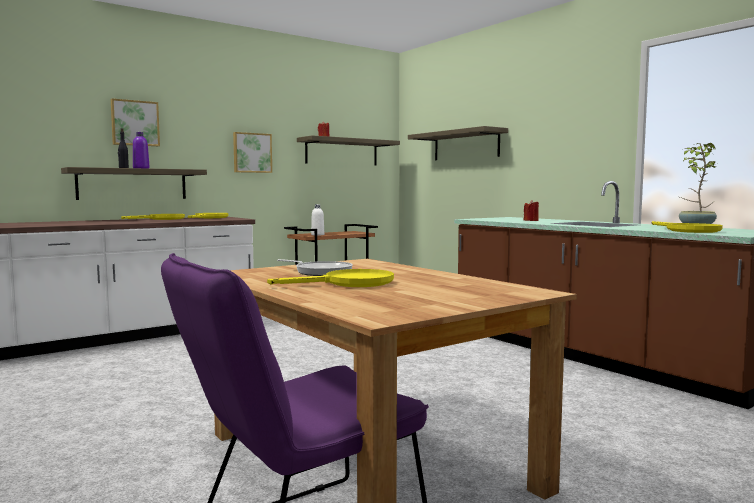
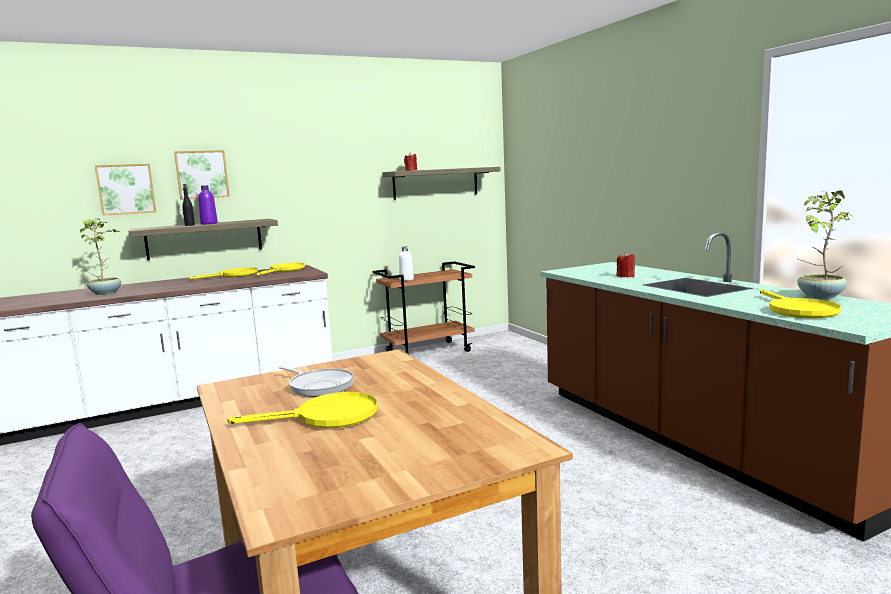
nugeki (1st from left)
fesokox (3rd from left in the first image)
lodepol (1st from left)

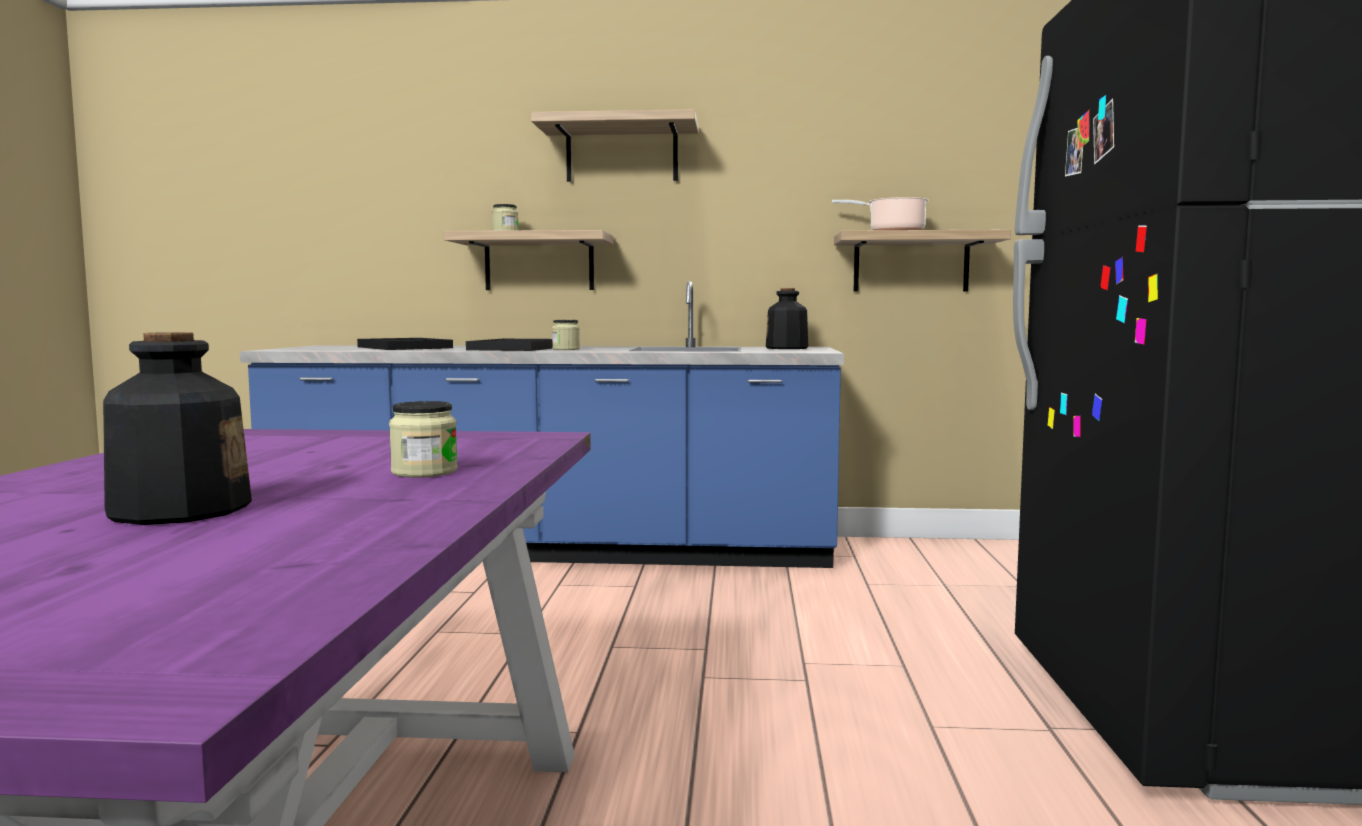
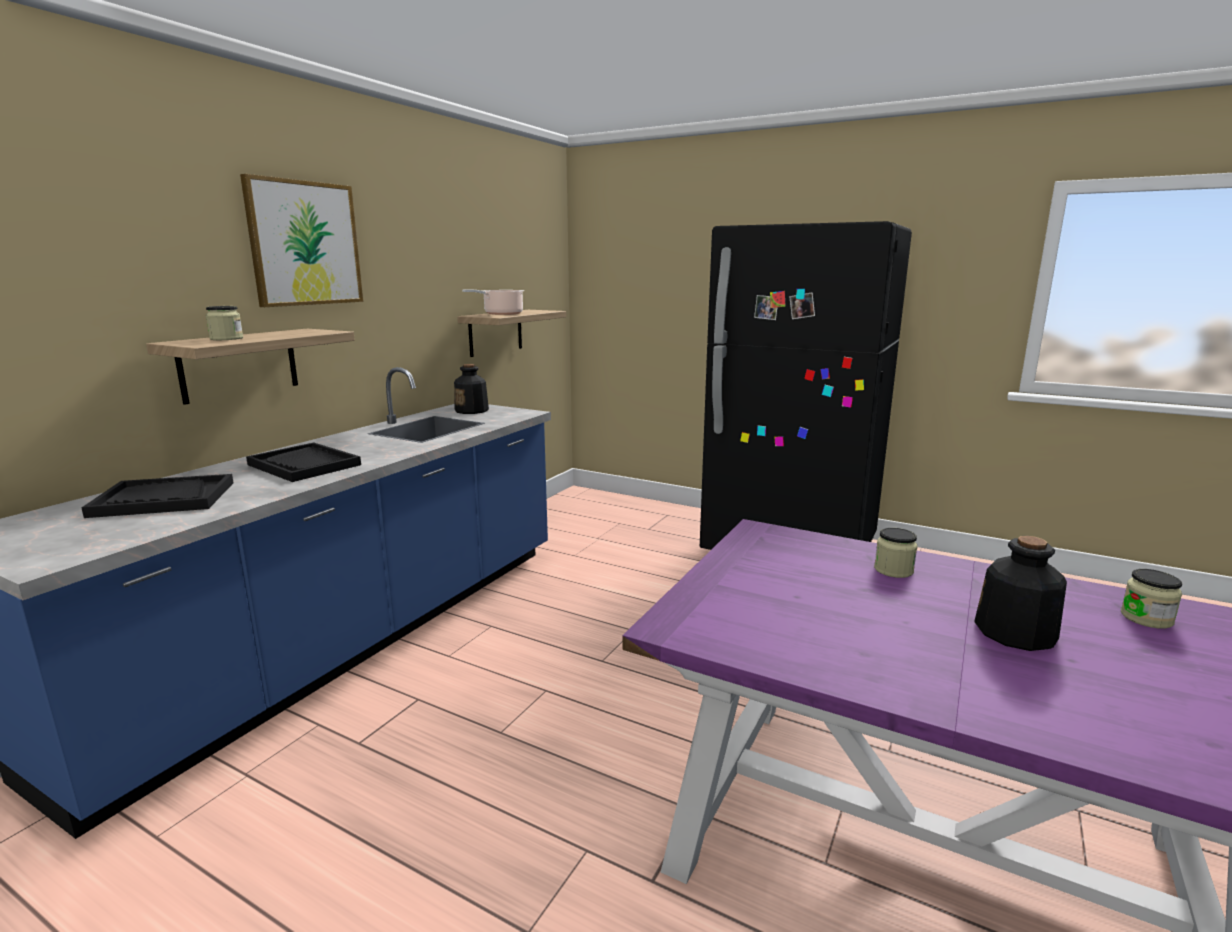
nugeki
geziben (3rd from left)

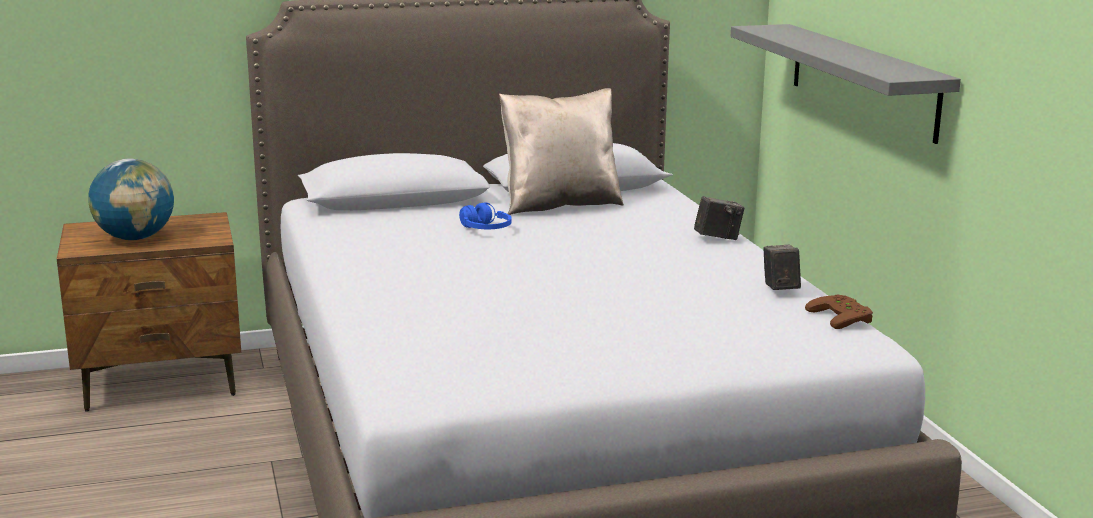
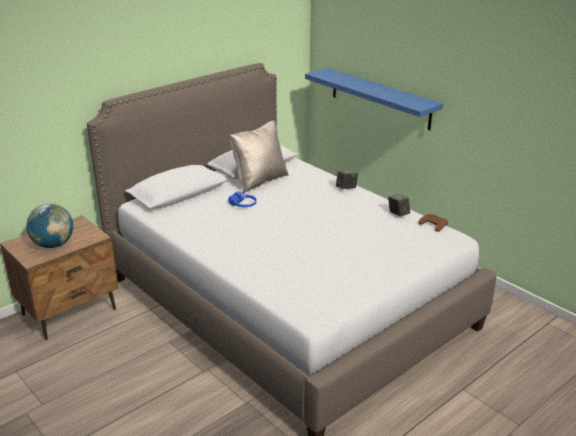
fesokox (blue)

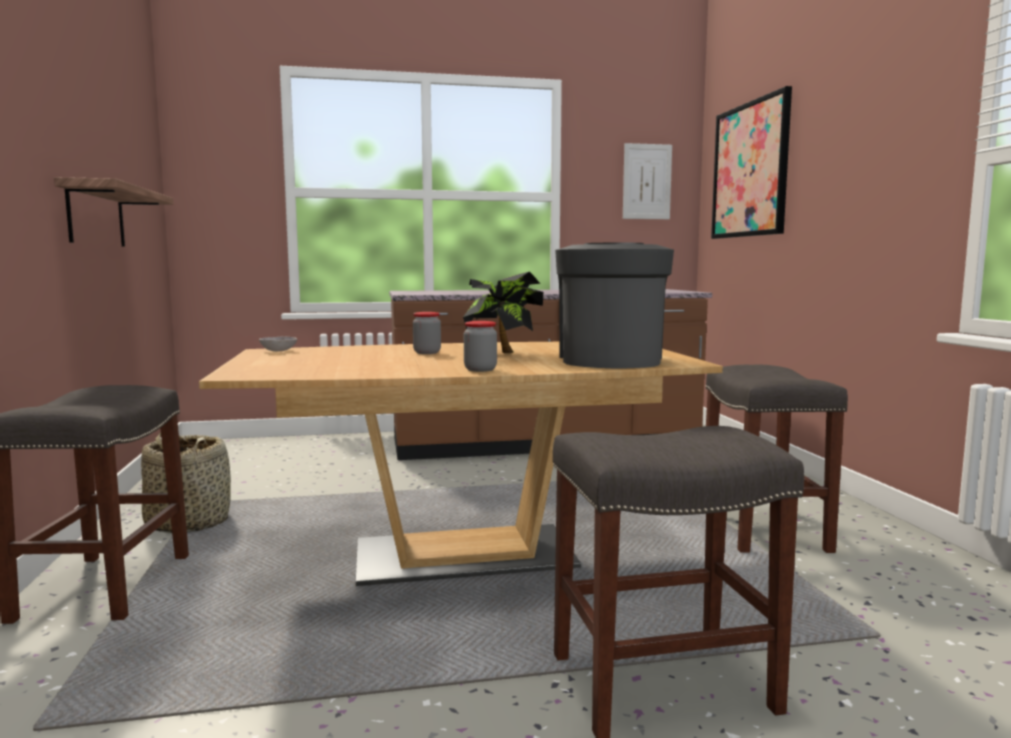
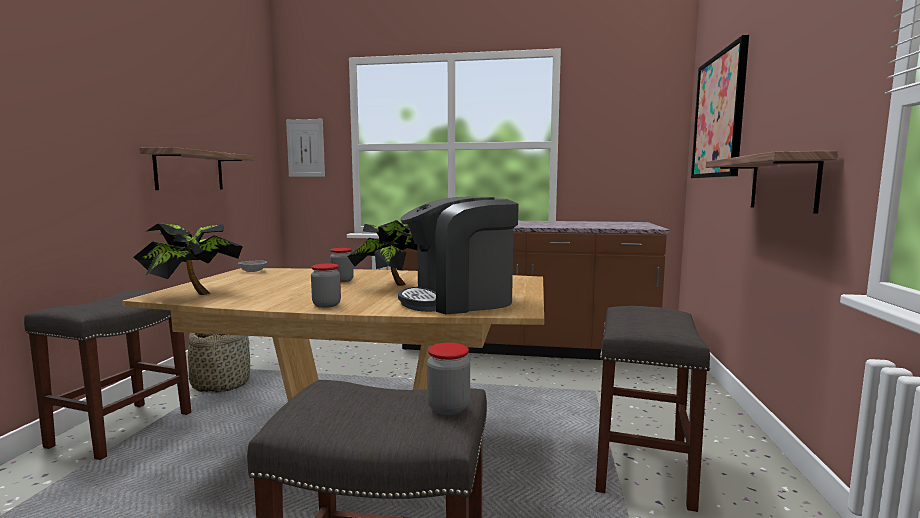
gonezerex
nugeki (1st from left)
lodepol (1st from left)
geziben (3rd from left)
fesokox (2nd from left)

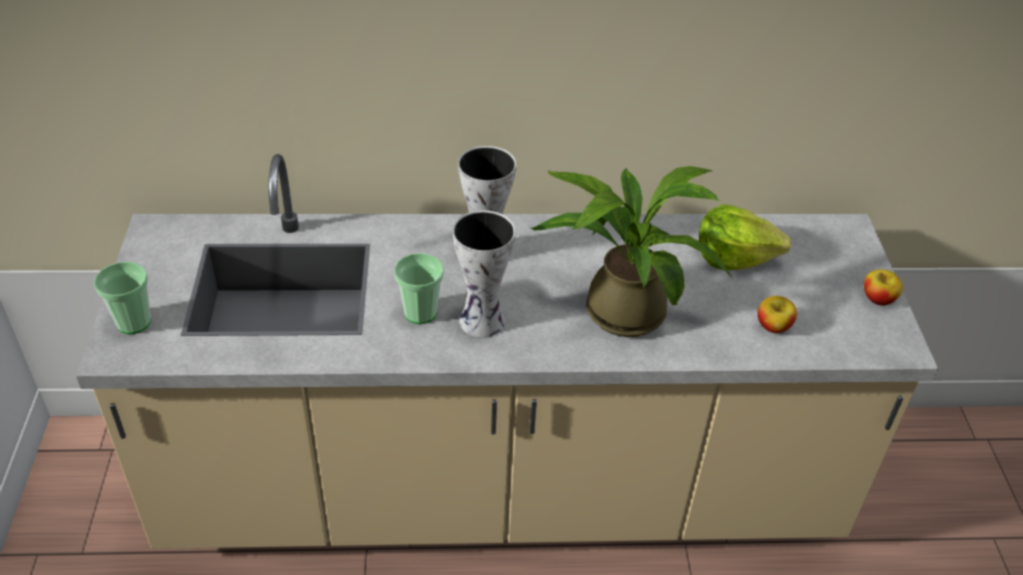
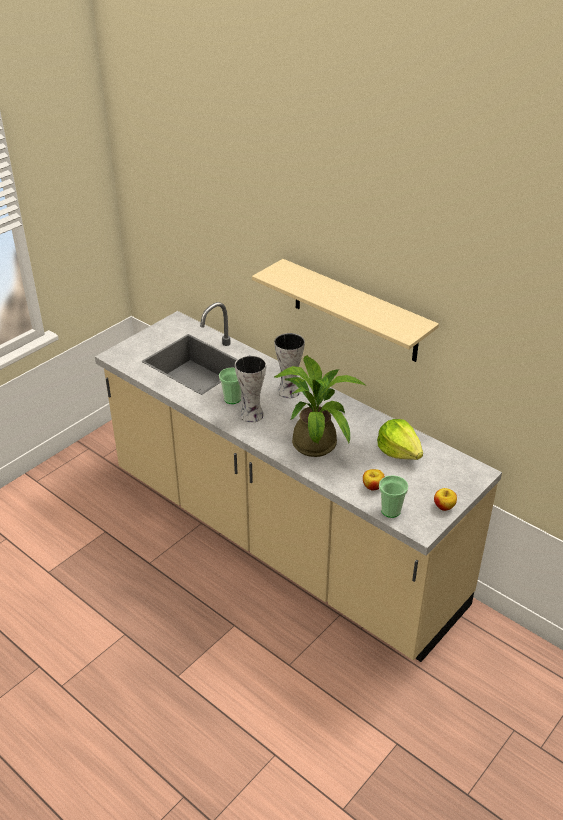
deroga (2nd from left)
fesokox (beige)

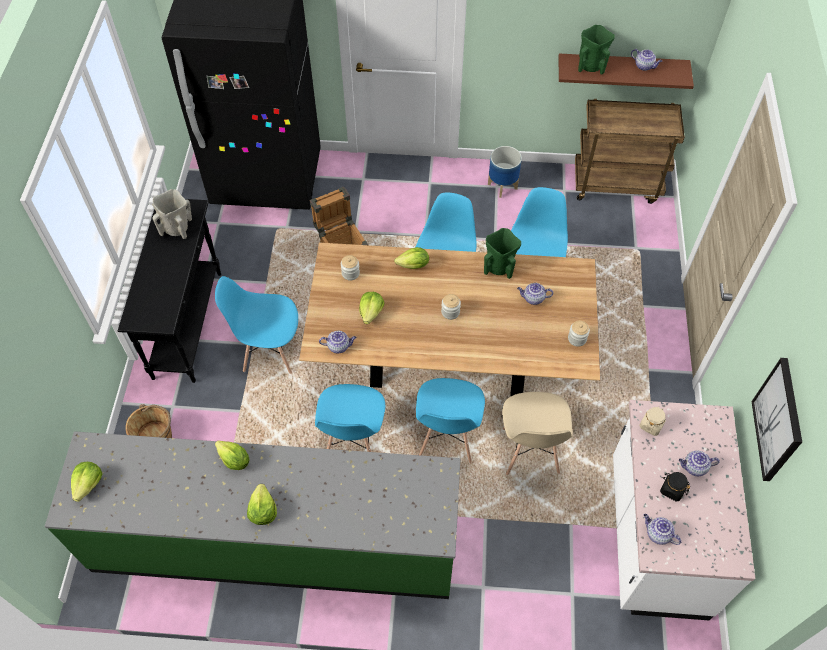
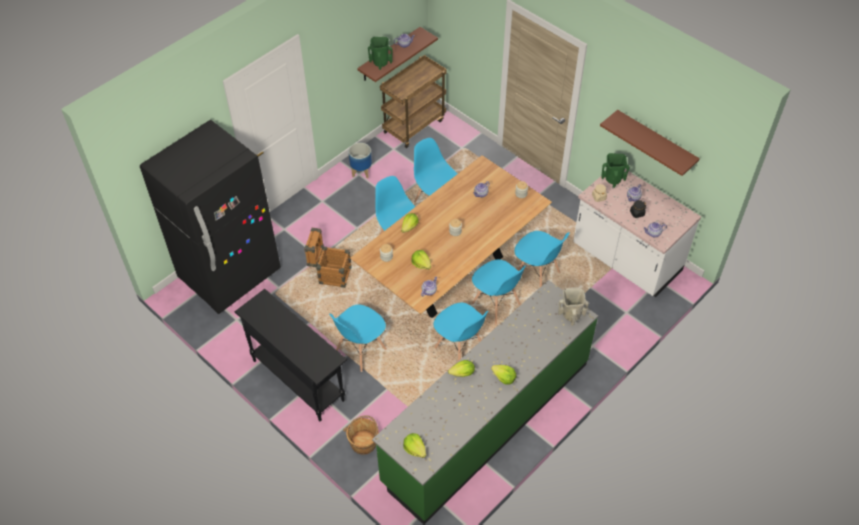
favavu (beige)
favavu (green) (2nd from left)
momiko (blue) (6th from left)
fesokox (brown) (2nd from left)

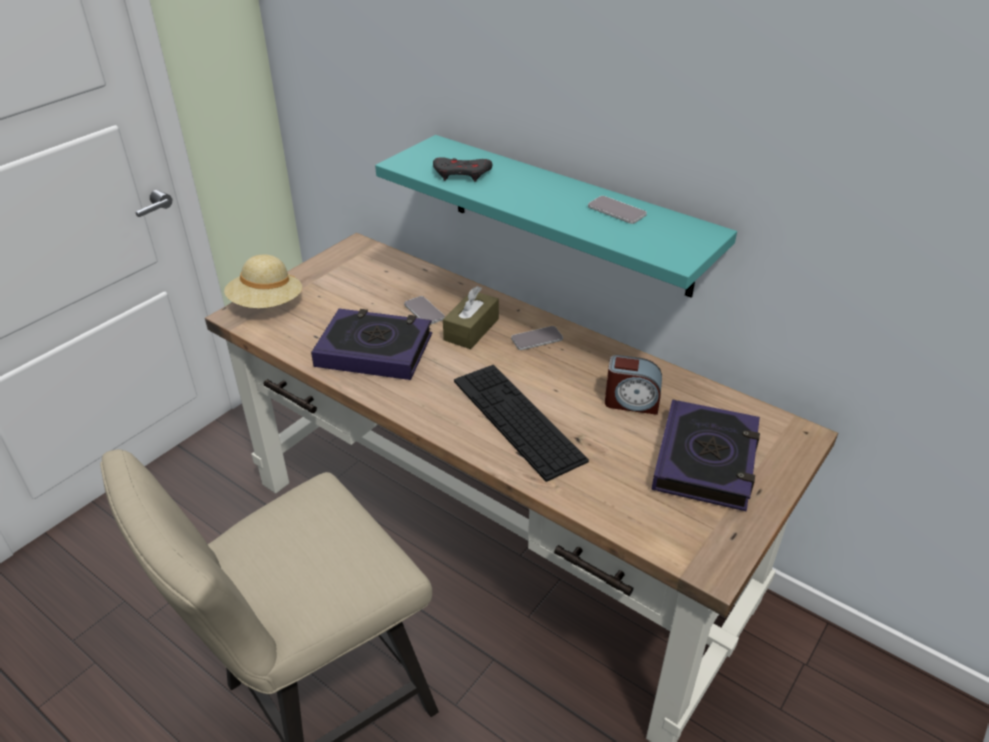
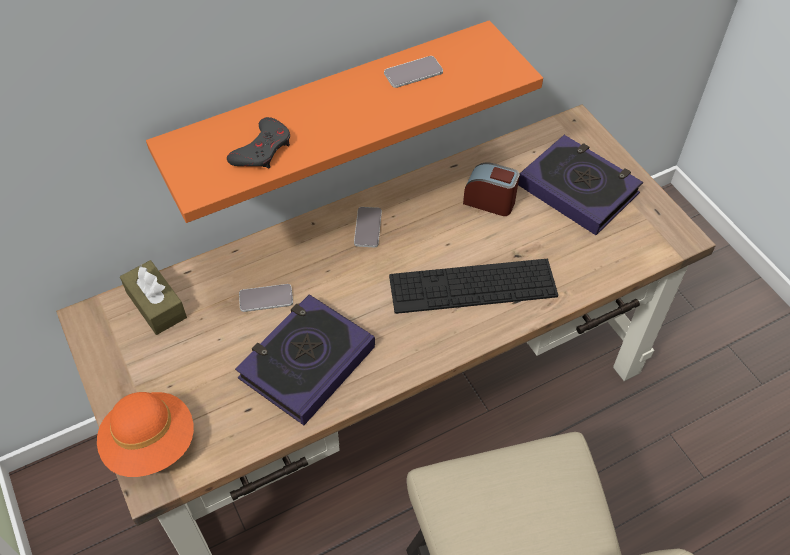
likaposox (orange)
fesokox (orange)
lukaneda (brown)
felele

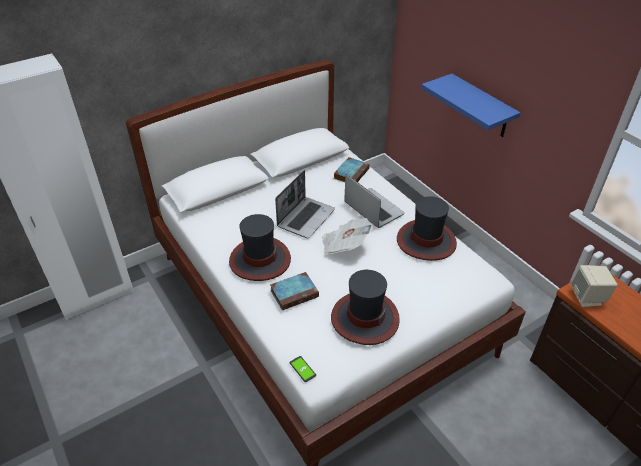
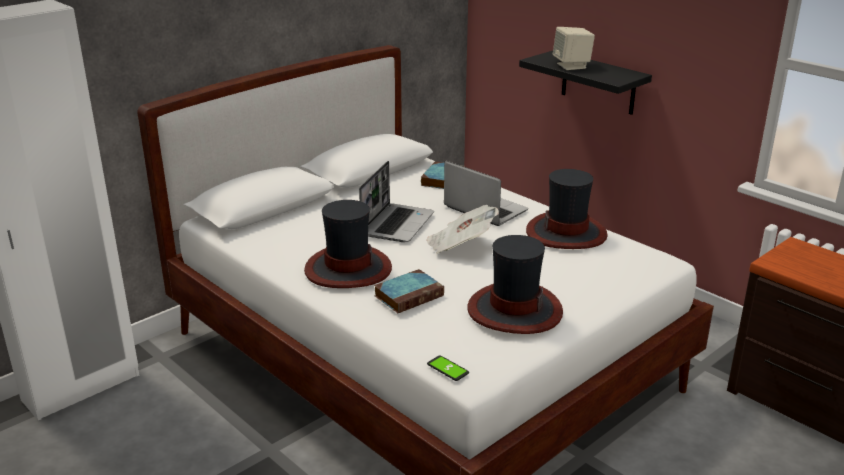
fesokox (black)
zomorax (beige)

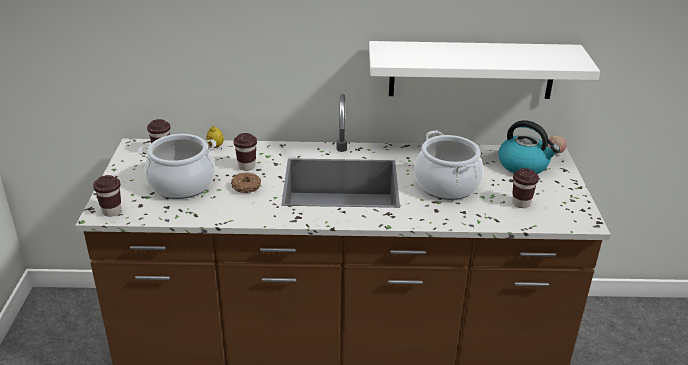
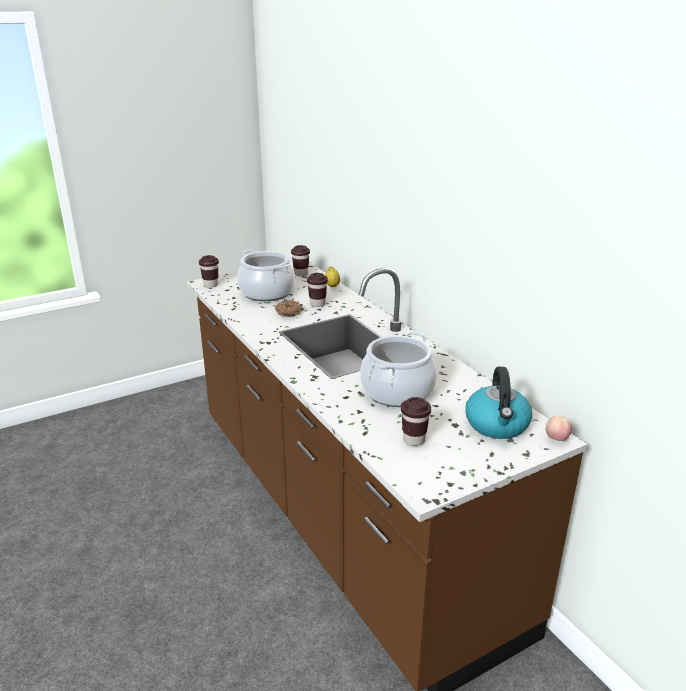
fesokox (white)

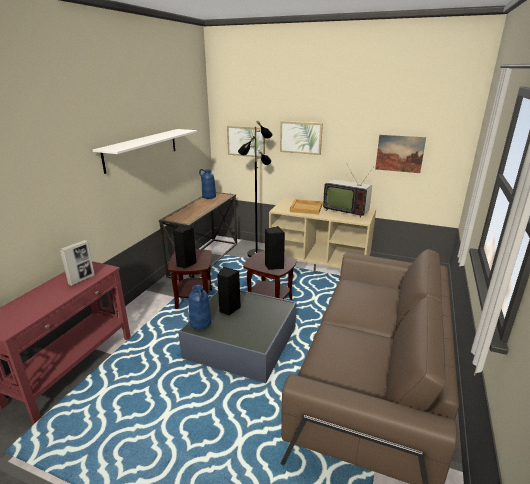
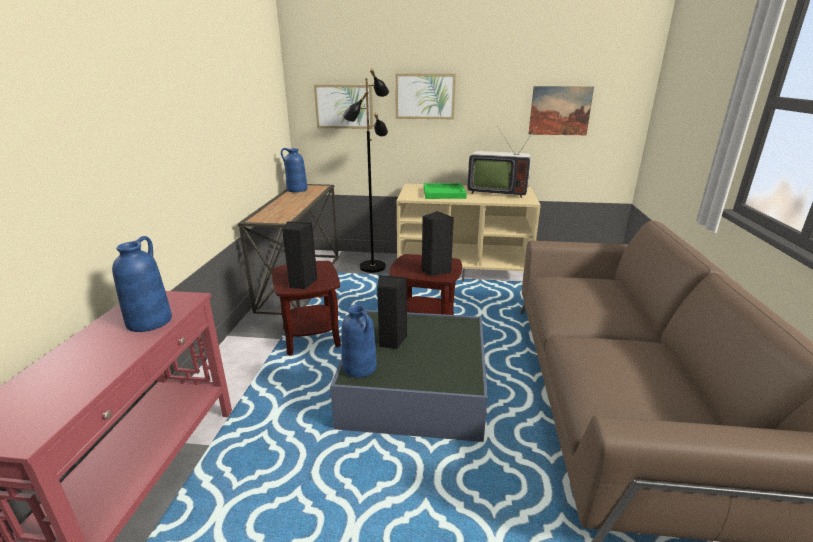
favavu (blue) (1st from left)
fesokox (white)
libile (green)

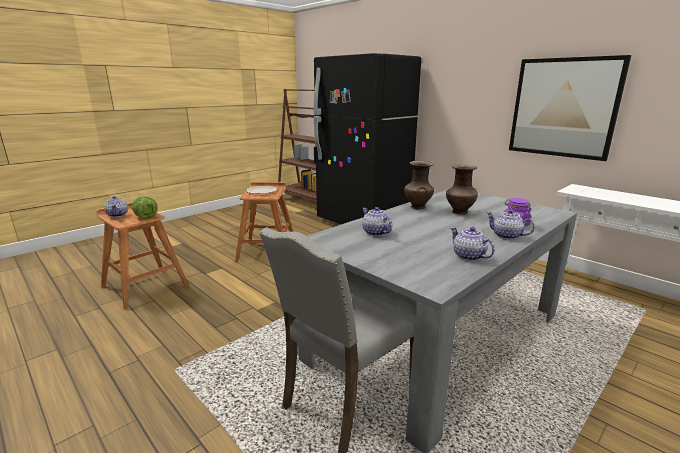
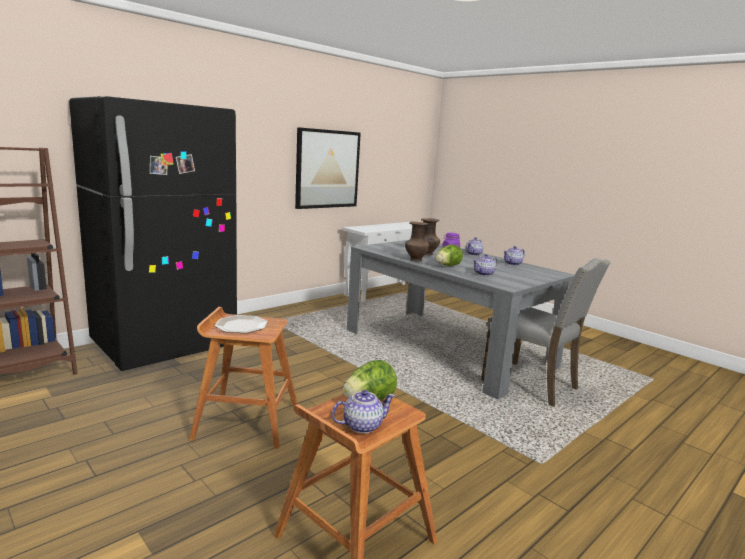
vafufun (2nd from left)

